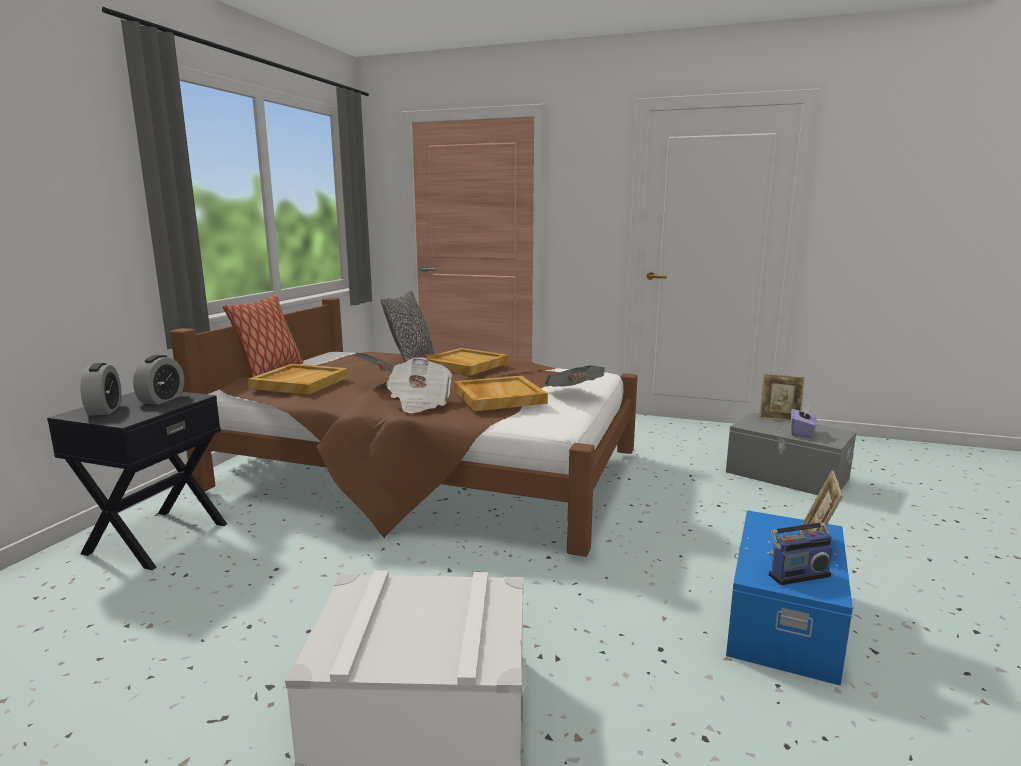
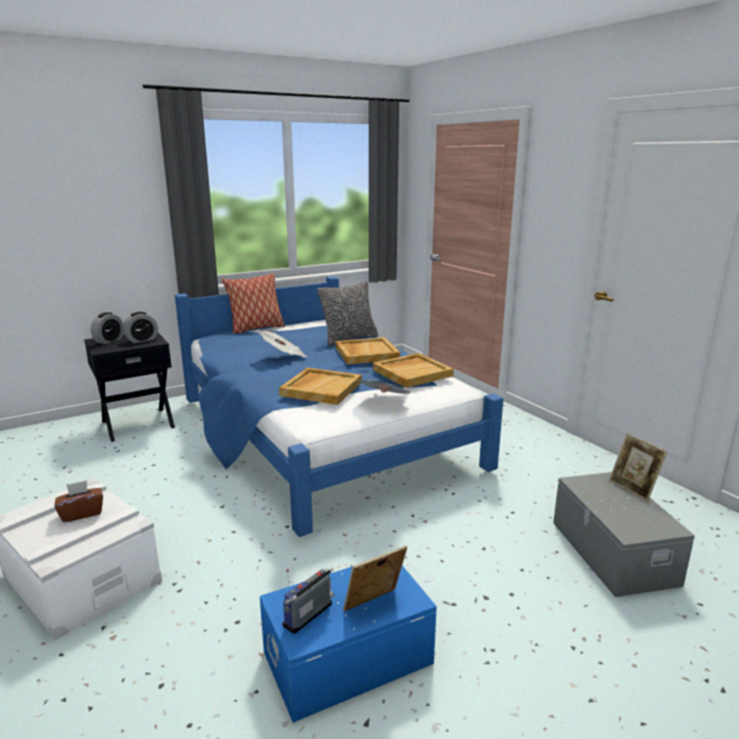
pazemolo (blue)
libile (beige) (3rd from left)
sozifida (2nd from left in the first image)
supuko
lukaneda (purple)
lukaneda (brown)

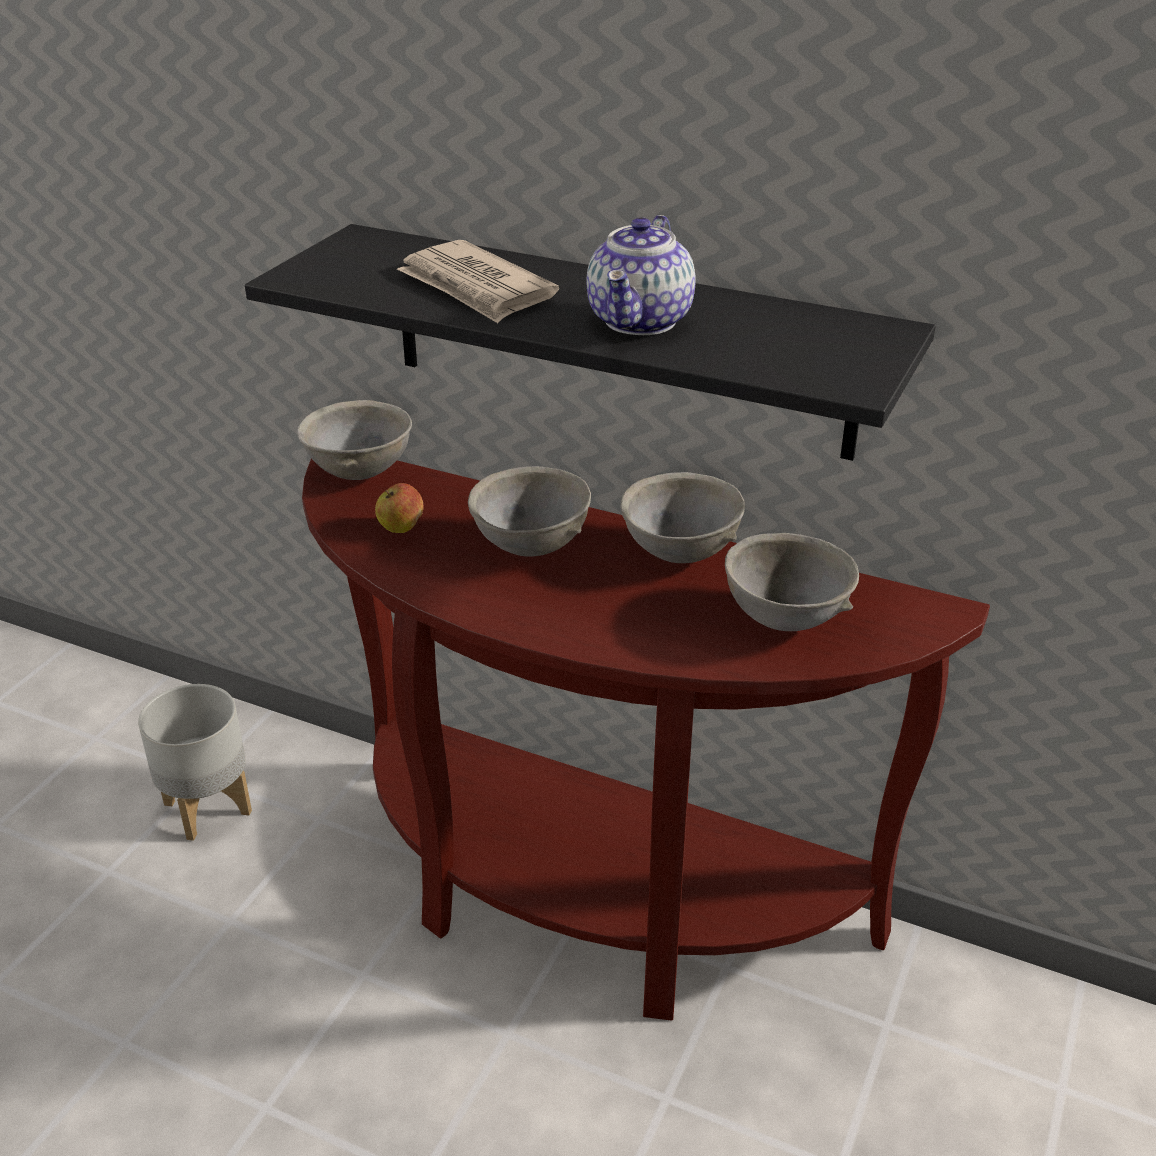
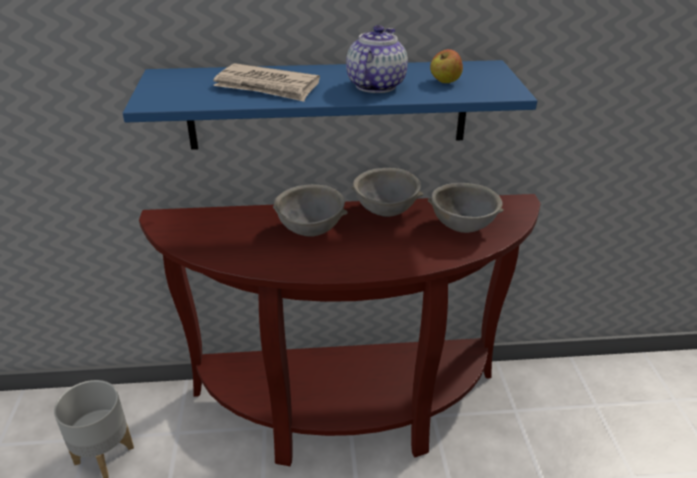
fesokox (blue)
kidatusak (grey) (1st from left in the first image)
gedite
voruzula

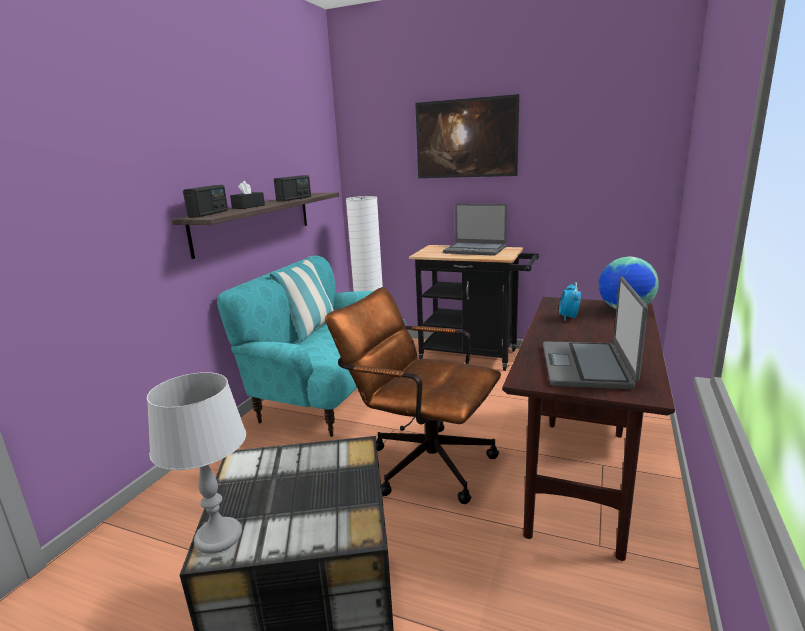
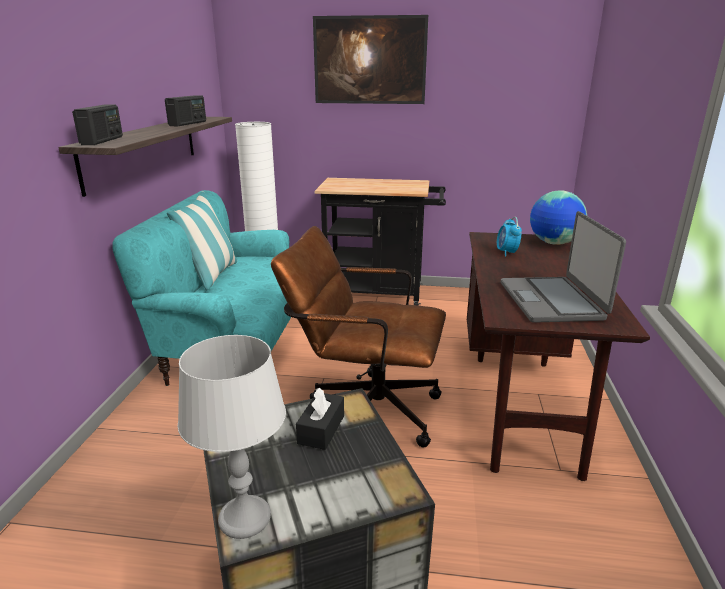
lukaneda (black)
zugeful (1st from left in the first image)

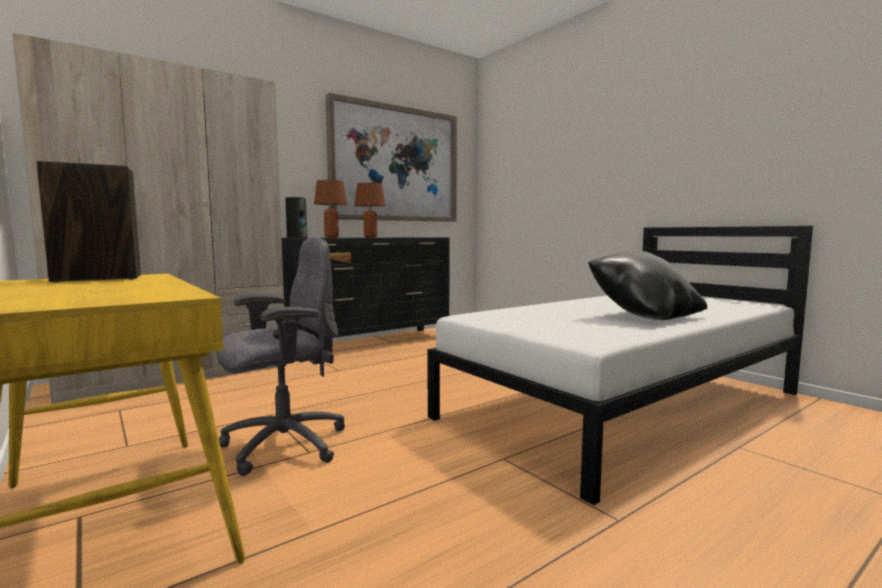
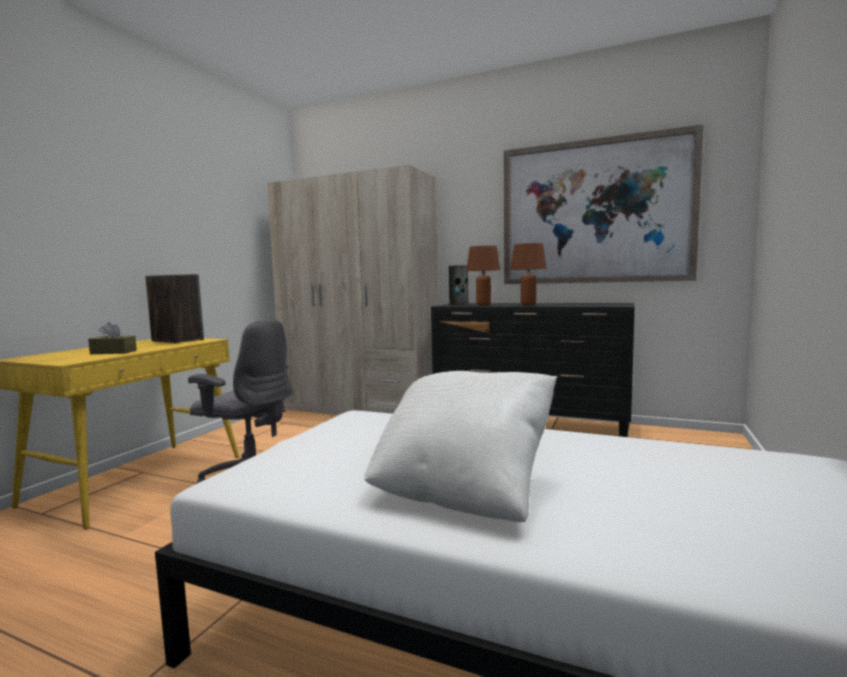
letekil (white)
lukaneda (brown)

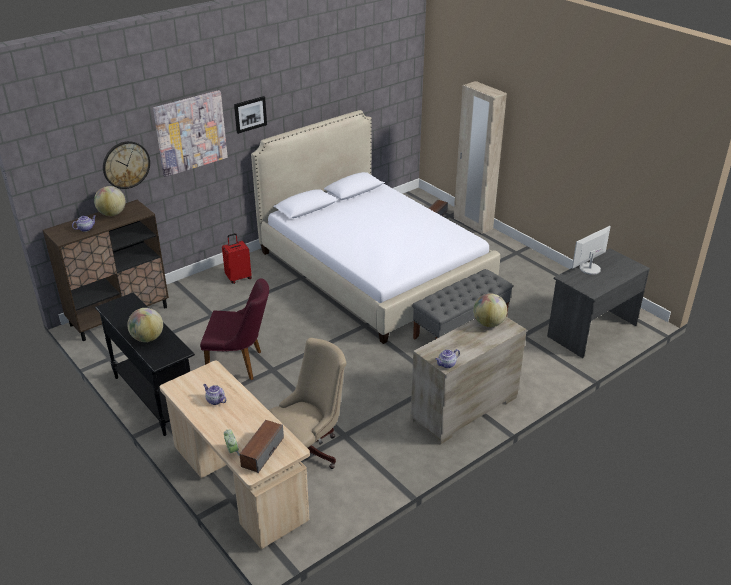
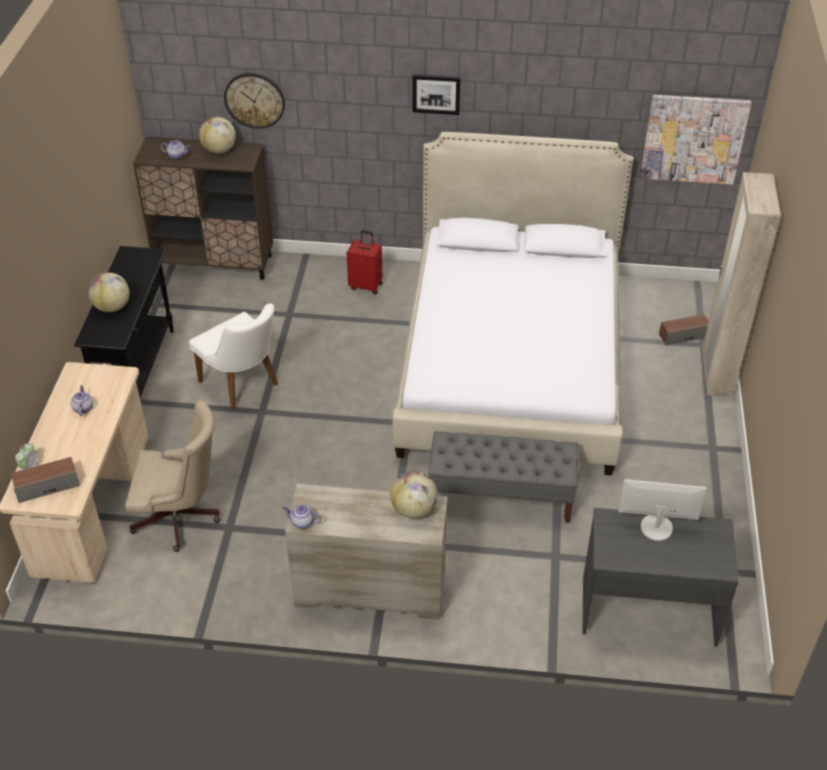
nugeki (2nd from left)
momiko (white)

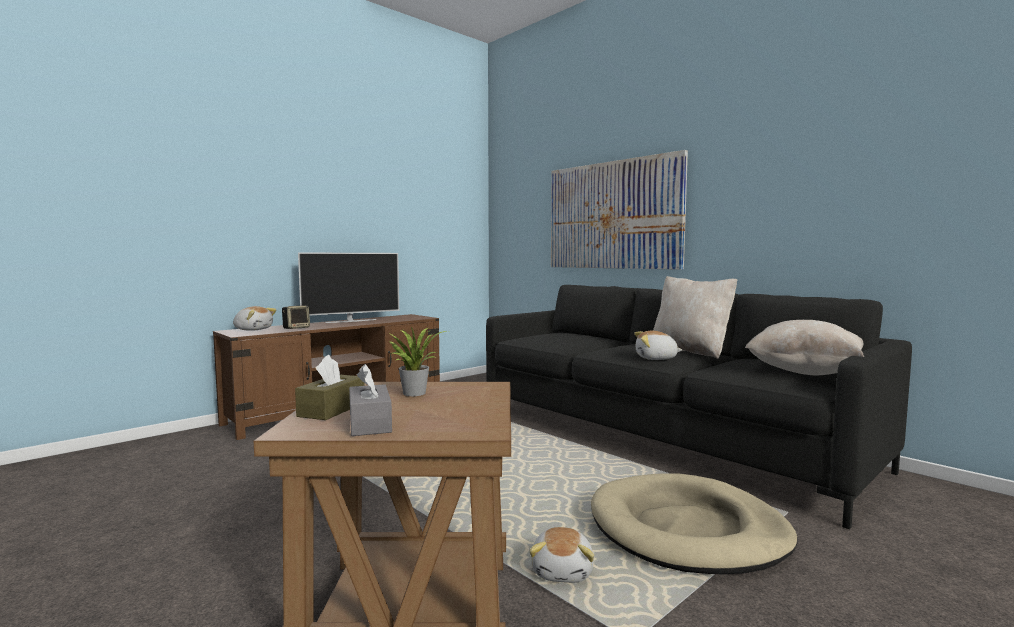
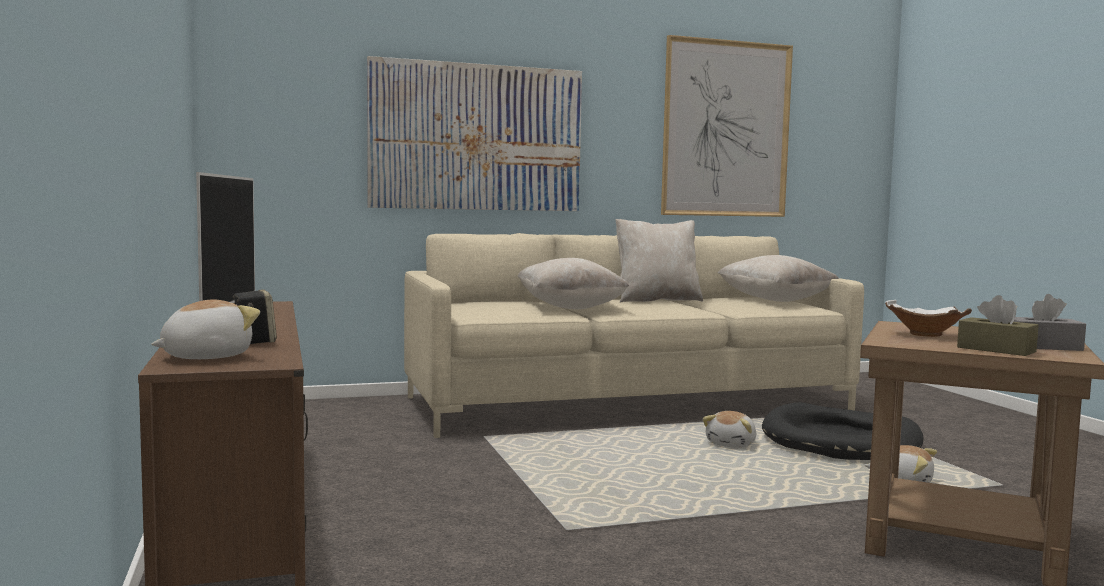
kidatusak (white)
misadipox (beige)
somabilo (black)
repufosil (2nd from left)
letekil (beige) (1st from left)
nugeki (2nd from left)

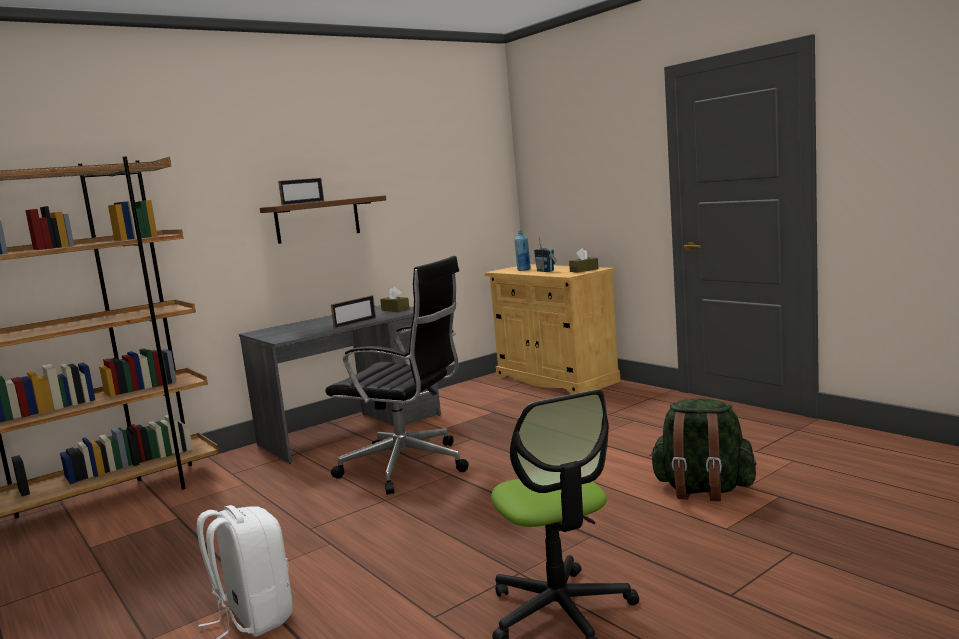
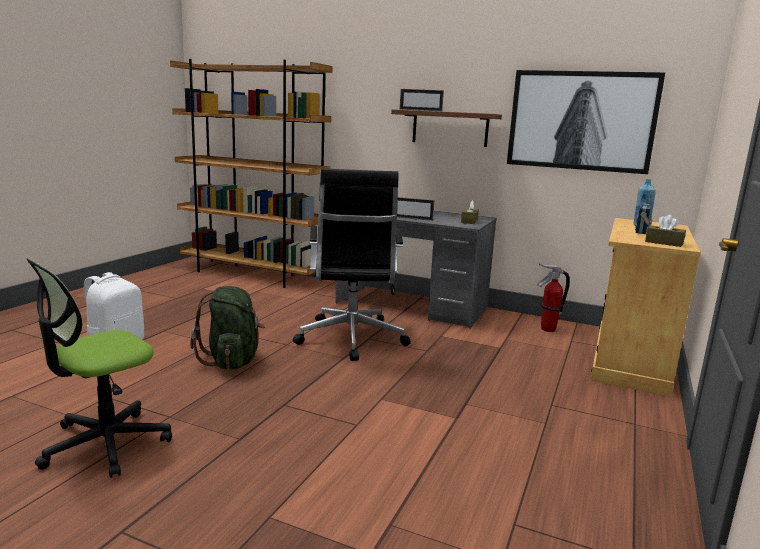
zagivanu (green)
nugeki
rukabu

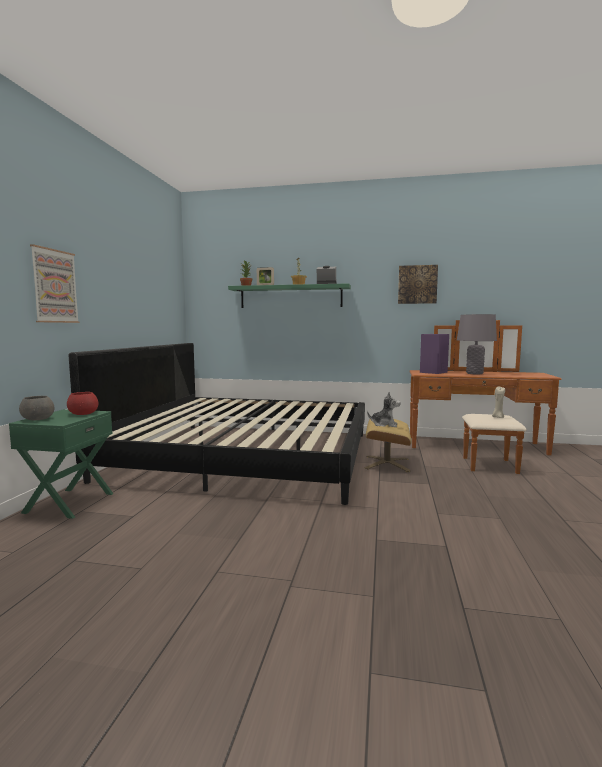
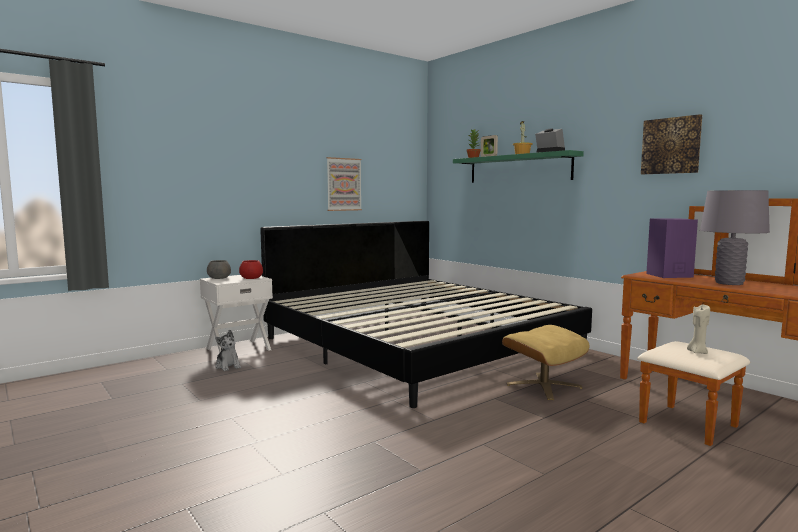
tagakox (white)
nugeki (1st from left)
repufosil

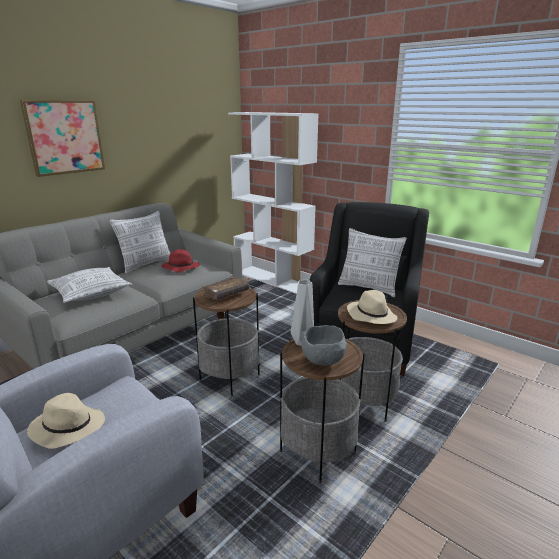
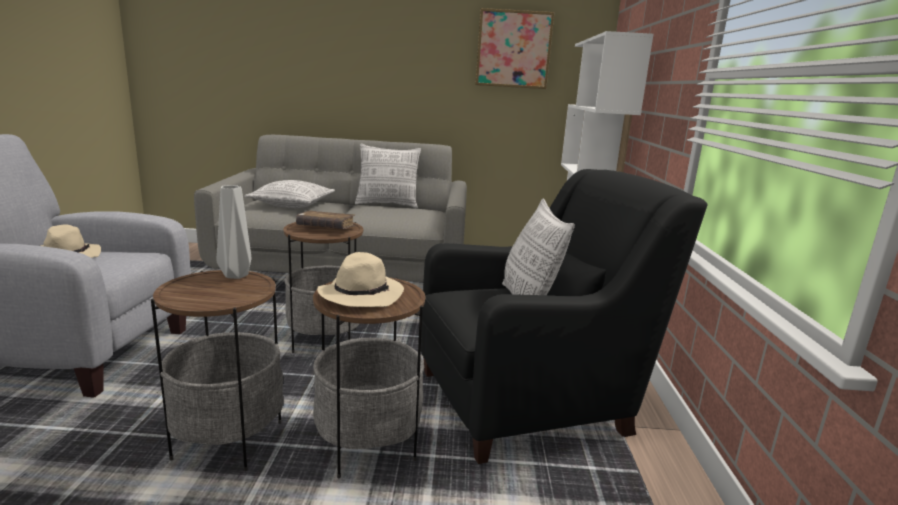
nugeki
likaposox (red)
kidatusak (grey)

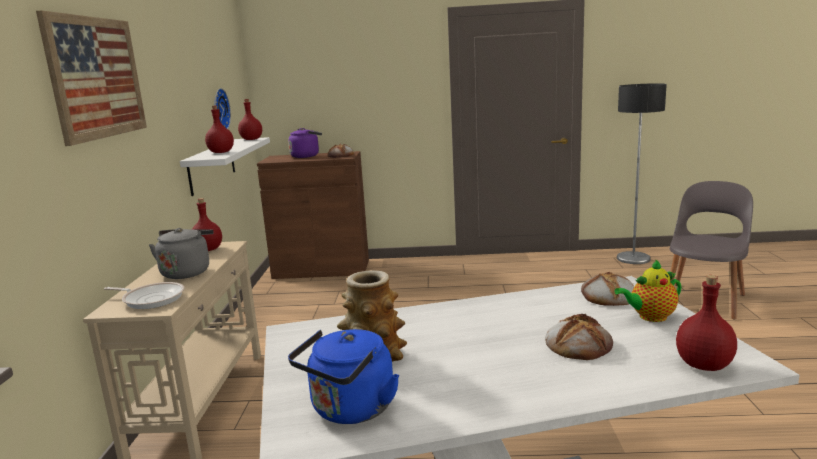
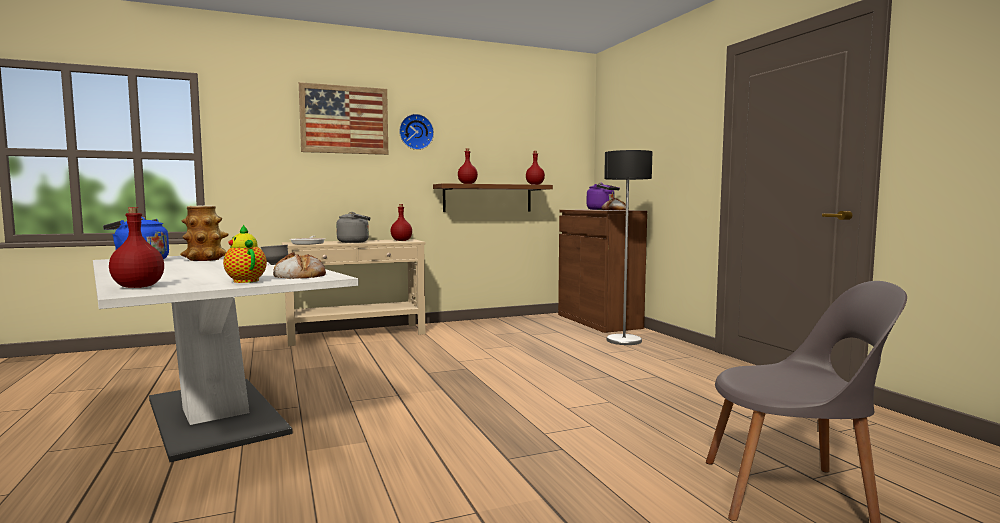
fesokox (brown)
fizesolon
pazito (2nd from left in the first image)
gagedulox
kidatusak (grey)

